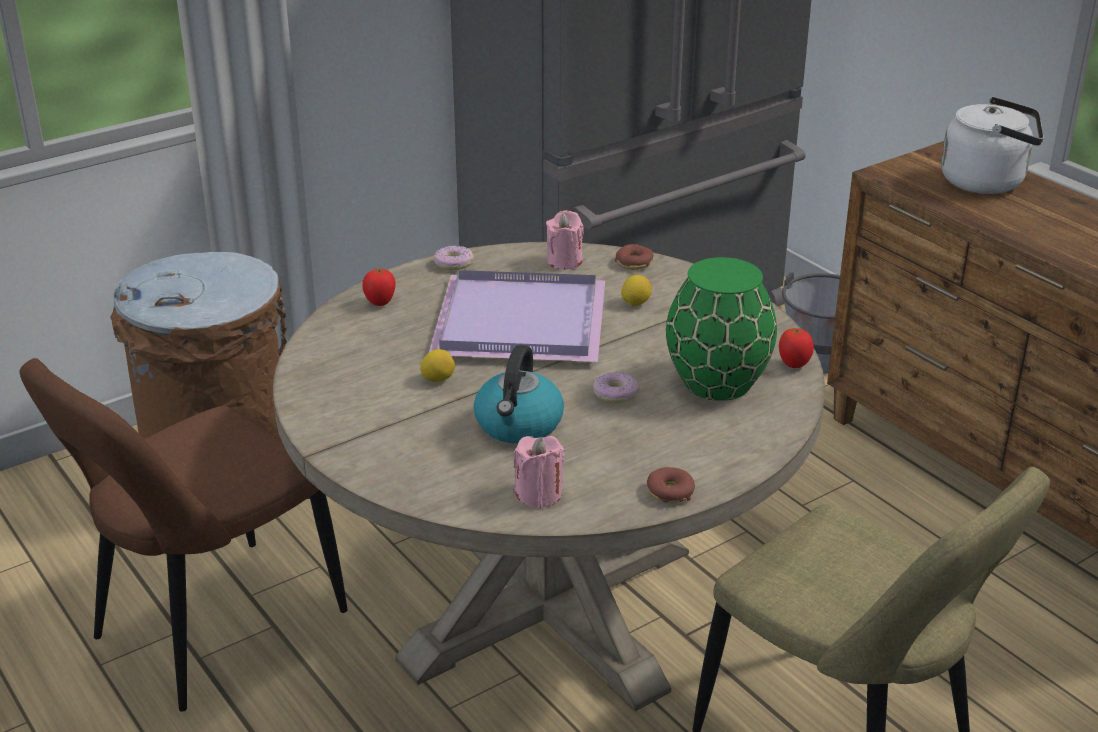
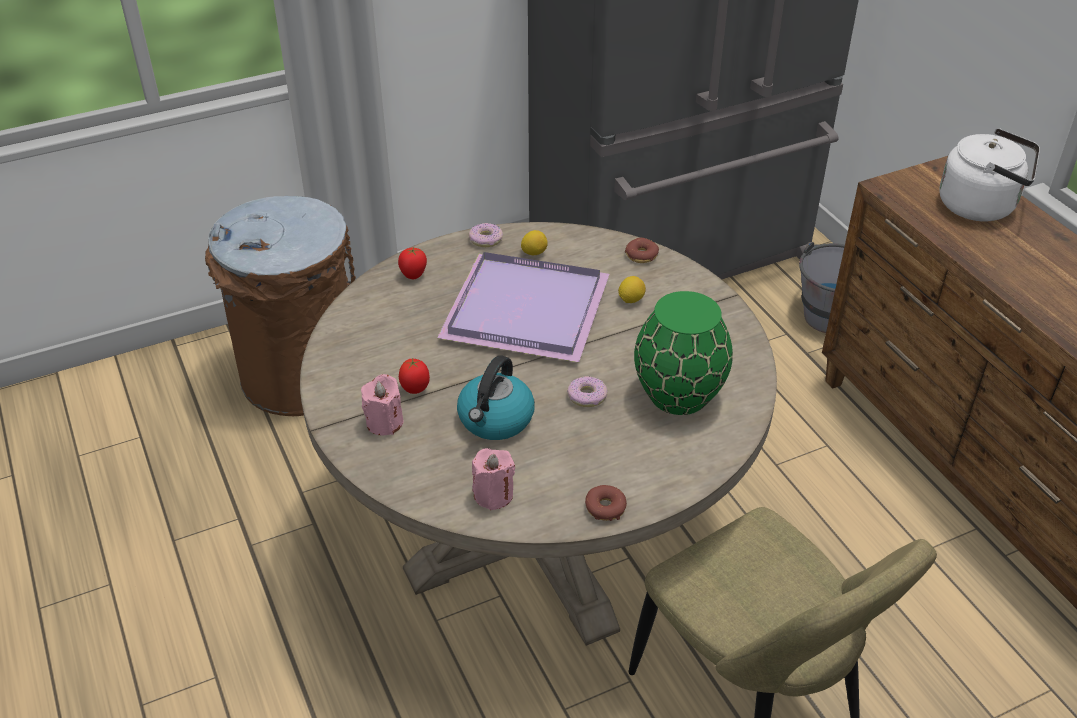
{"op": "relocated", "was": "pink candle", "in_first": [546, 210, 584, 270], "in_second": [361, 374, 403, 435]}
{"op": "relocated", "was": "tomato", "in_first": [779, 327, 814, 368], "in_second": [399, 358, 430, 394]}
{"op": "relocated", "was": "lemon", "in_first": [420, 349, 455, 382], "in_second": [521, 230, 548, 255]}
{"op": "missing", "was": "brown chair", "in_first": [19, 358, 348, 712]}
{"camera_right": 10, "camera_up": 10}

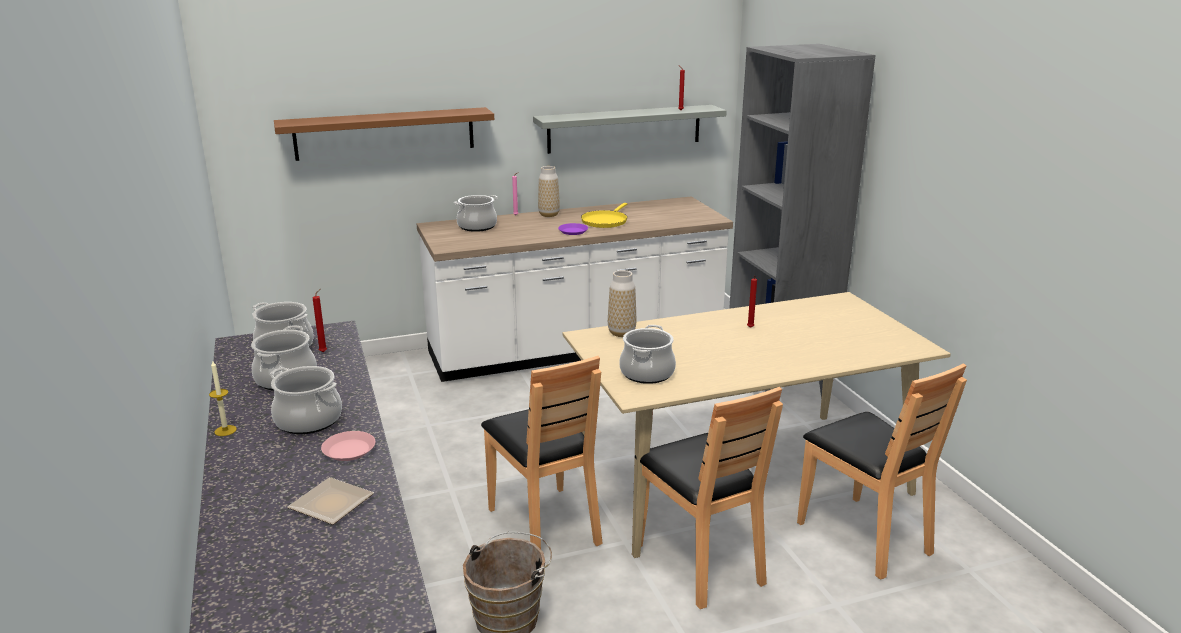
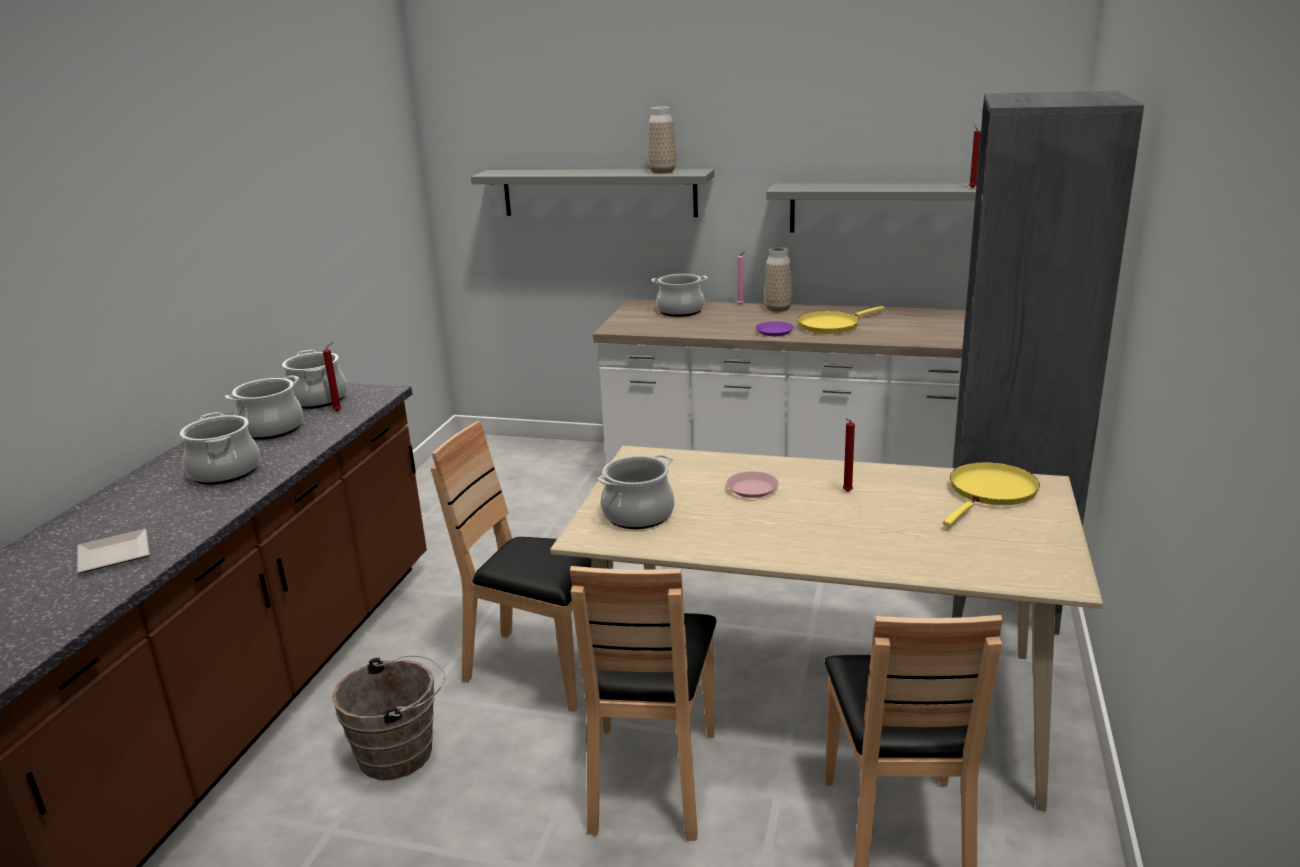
{"op": "colour", "was": "brown shelf", "now": "grey shelf", "in_first": [274, 107, 494, 161], "in_second": [471, 169, 714, 217]}
{"op": "relocated", "was": "vase", "in_first": [608, 270, 636, 337], "in_second": [648, 107, 676, 174]}
{"op": "spun", "was": "brown chair", "in_first": [481, 356, 603, 549], "in_second": [431, 421, 591, 712], "clockwise": 105}
{"op": "missing", "was": "candle", "in_first": [209, 361, 237, 436]}
{"op": "relocated", "was": "pink plate", "in_first": [321, 431, 375, 461], "in_second": [726, 471, 779, 498]}
{"op": "appeared", "now": "yellow frying pan", "in_second": [943, 462, 1040, 526]}
{"camera_right": 35, "camera_up": 0}

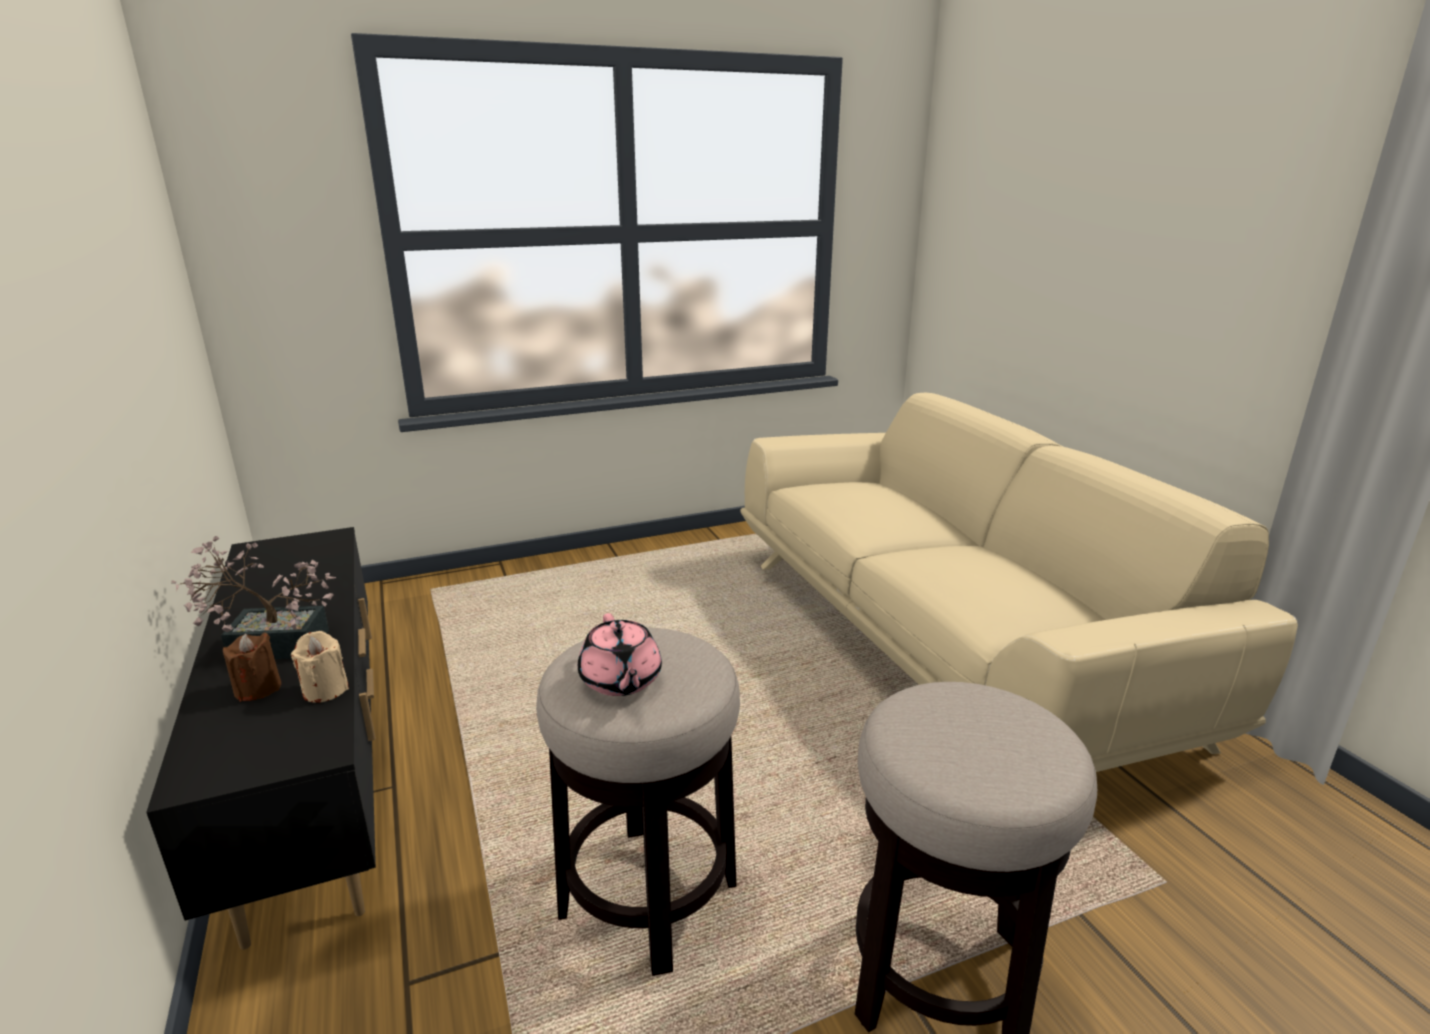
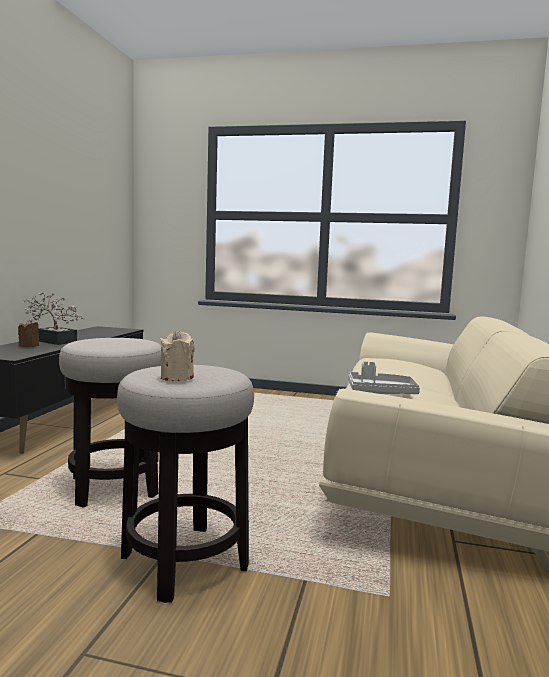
{"op": "missing", "was": "pink teapot", "in_first": [578, 613, 662, 696]}
{"op": "relocated", "was": "beige candle", "in_first": [291, 631, 349, 703], "in_second": [160, 330, 195, 381]}
{"op": "appeared", "now": "grey tray", "in_second": [348, 361, 420, 394]}
{"camera_right": 35, "camera_up": -15}

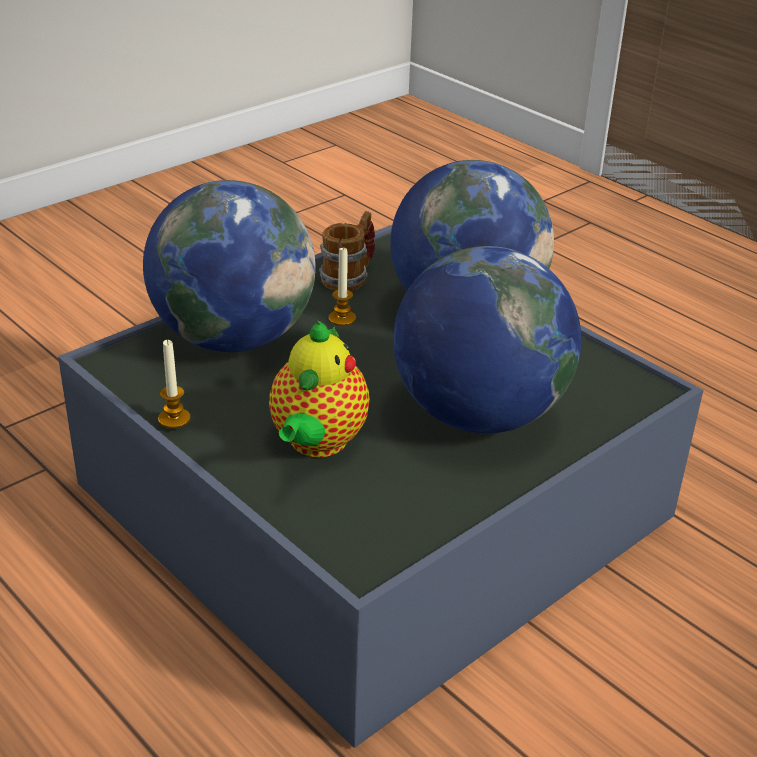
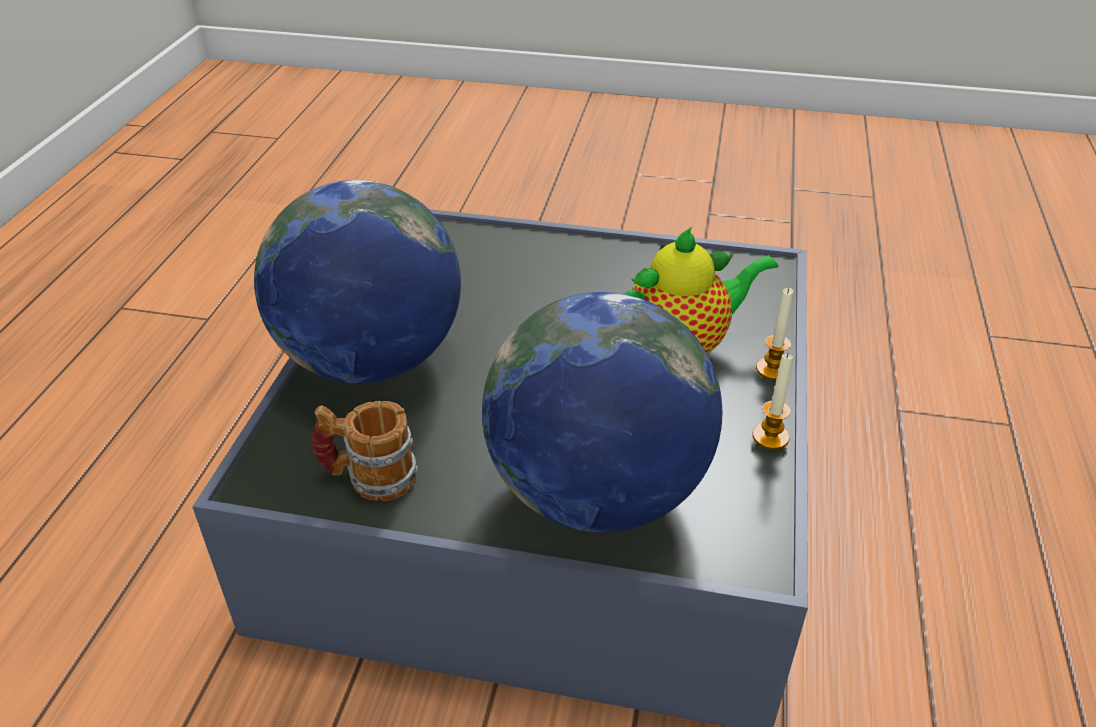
{"op": "relocated", "was": "candle", "in_first": [329, 246, 356, 326], "in_second": [756, 288, 793, 380]}
{"op": "missing", "was": "globe", "in_first": [393, 246, 581, 433]}
{"camera_right": -125, "camera_up": 5}

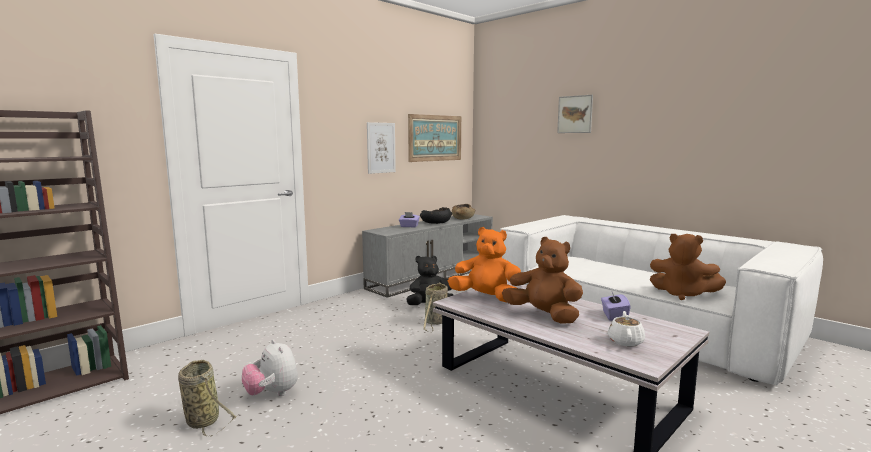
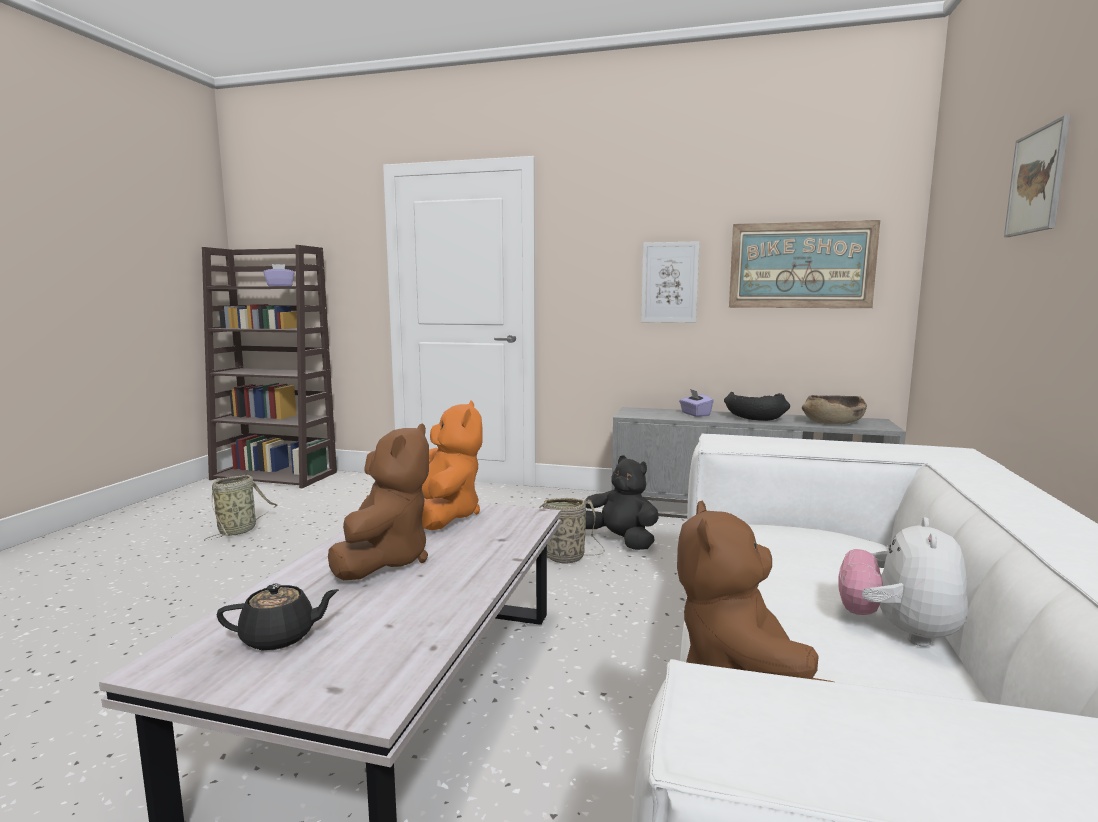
{"op": "relocated", "was": "purple tissue box", "in_first": [601, 292, 631, 321], "in_second": [263, 264, 294, 286]}
{"op": "colour", "was": "white teapot", "now": "black teapot", "in_first": [608, 311, 645, 347], "in_second": [217, 584, 339, 651]}
{"op": "relocated", "was": "plush toy", "in_first": [242, 339, 298, 396], "in_second": [838, 517, 968, 647]}
{"camera_right": 60, "camera_up": 0}

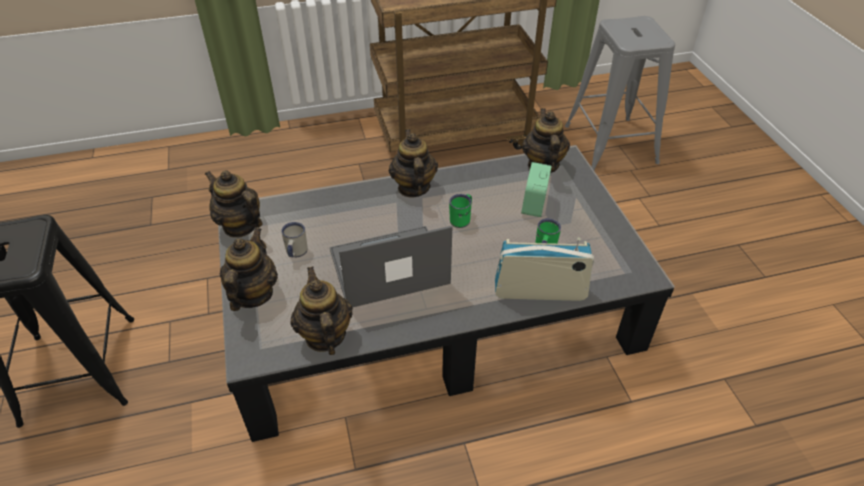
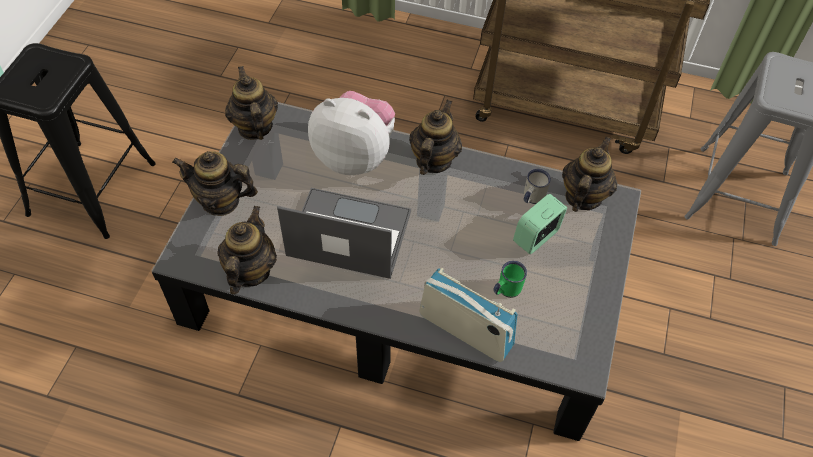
{"op": "missing", "was": "green mug", "in_first": [449, 194, 472, 228]}
{"op": "relocated", "was": "white mug", "in_first": [281, 222, 307, 257], "in_second": [523, 169, 551, 204]}
{"op": "spun", "was": "teapot", "in_first": [220, 228, 278, 311], "in_second": [172, 151, 258, 216], "clockwise": -120}
{"op": "appeared", "now": "plush toy", "in_second": [308, 91, 395, 175]}
{"camera_right": 30, "camera_up": 10}

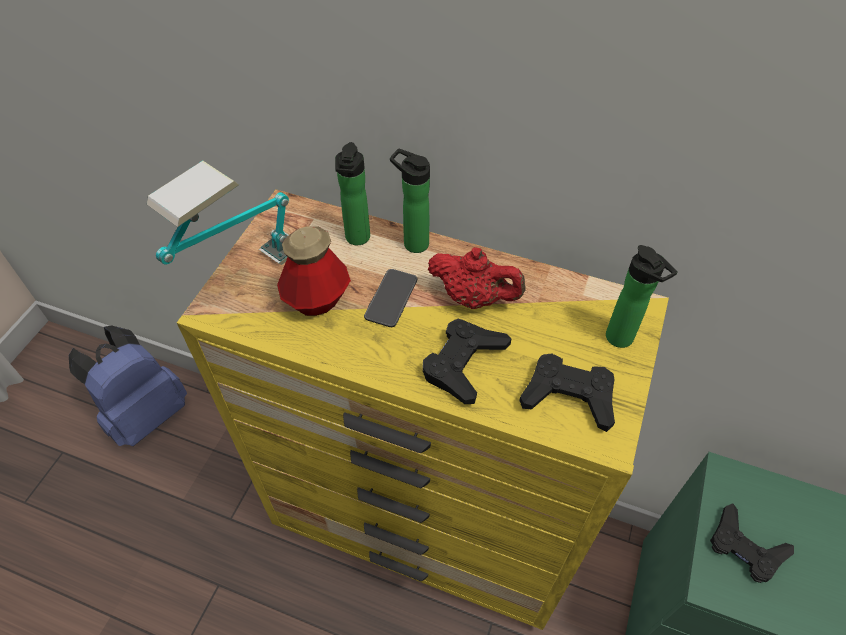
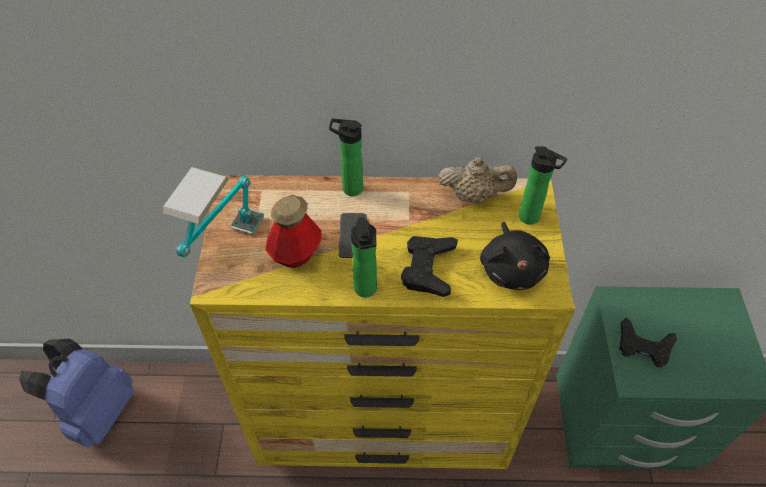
{"op": "relocated", "was": "bottle", "in_first": [335, 142, 370, 245], "in_second": [351, 217, 377, 298]}
{"op": "missing", "was": "red teapot", "in_first": [428, 247, 526, 309]}
{"op": "exchanged", "was": "black game controller", "now": "black plush toy", "in_first": [519, 353, 615, 432], "in_second": [480, 222, 550, 290]}
{"op": "appeared", "now": "beige teapot", "in_second": [438, 157, 517, 204]}
{"camera_right": -20, "camera_up": 0}

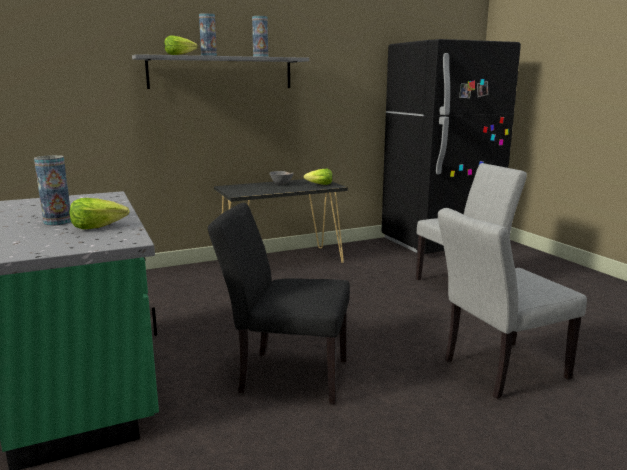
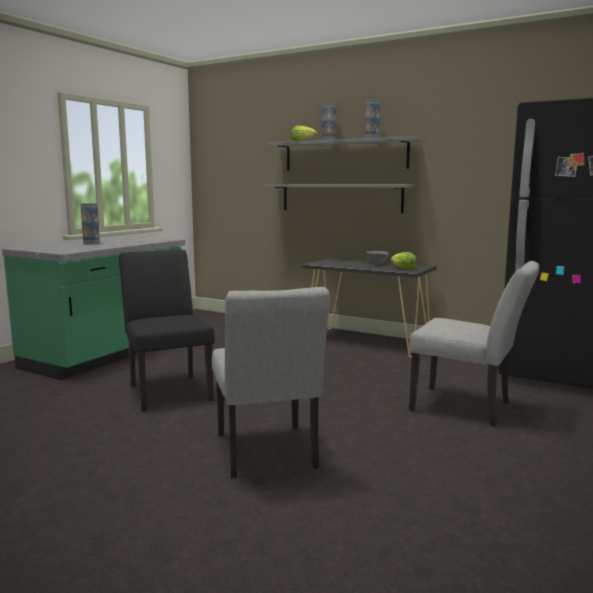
{"op": "missing", "was": "lettuce", "in_first": [70, 198, 129, 229]}
{"op": "spun", "was": "grey chair", "in_first": [438, 208, 587, 399], "in_second": [212, 287, 330, 478], "clockwise": -135}
{"op": "appeared", "now": "grey shelf", "in_second": [264, 184, 415, 213]}
{"camera_right": 55, "camera_up": -5}

